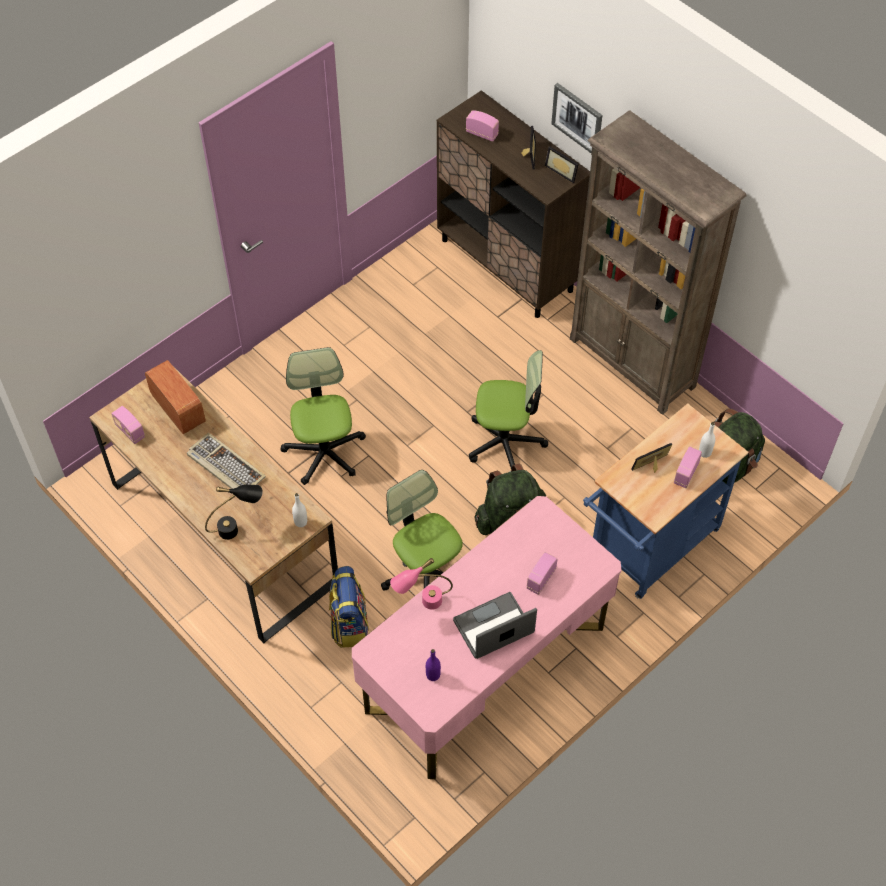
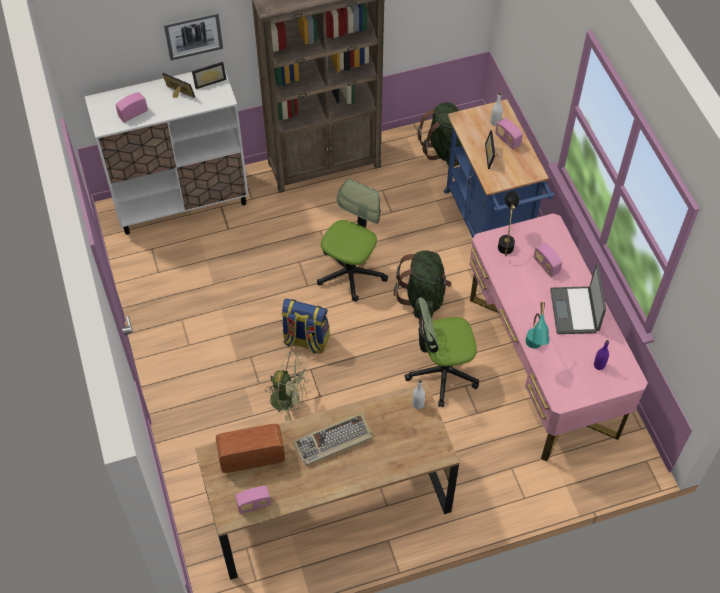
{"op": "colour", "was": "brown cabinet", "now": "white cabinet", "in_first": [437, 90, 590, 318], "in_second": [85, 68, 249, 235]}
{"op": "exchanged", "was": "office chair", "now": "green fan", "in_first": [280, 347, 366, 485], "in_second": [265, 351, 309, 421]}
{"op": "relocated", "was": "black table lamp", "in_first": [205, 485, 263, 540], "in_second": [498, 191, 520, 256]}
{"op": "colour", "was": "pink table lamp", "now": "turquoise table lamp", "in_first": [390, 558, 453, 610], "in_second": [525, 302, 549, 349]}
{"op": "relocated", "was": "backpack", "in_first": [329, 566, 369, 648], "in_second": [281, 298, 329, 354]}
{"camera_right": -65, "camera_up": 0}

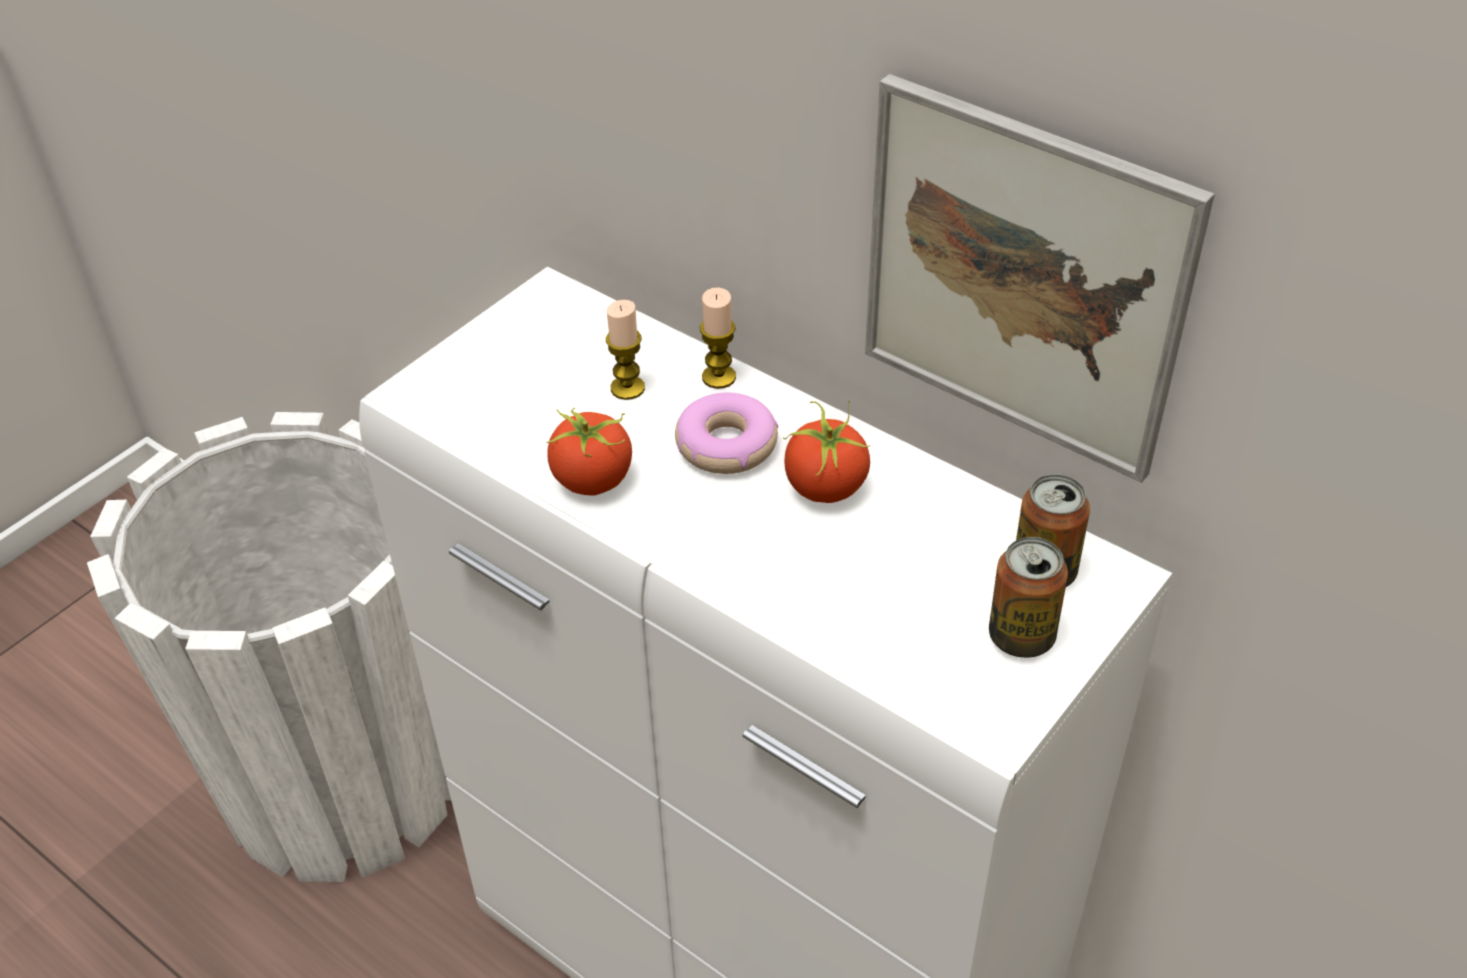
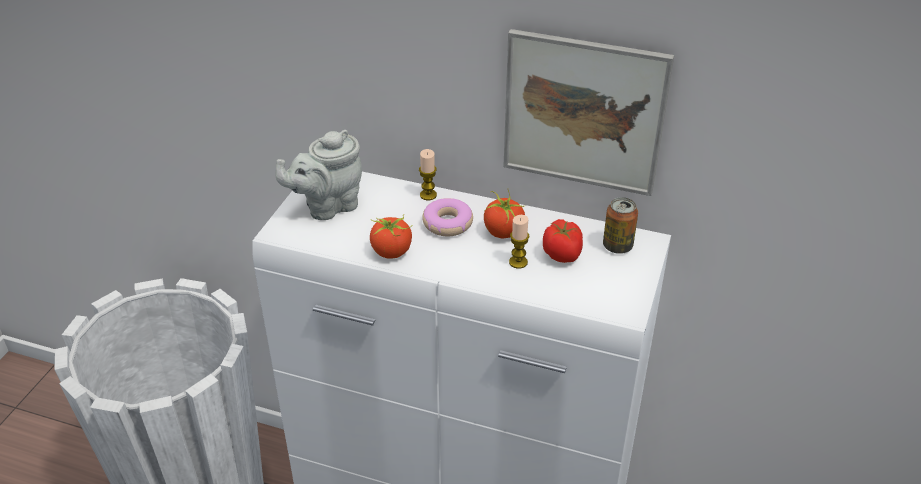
{"op": "relocated", "was": "candle", "in_first": [606, 300, 645, 400], "in_second": [509, 215, 529, 269]}
{"op": "missing", "was": "can", "in_first": [989, 537, 1068, 658]}
{"op": "appeared", "now": "grey teapot", "in_second": [275, 130, 362, 220]}
{"op": "appeared", "now": "tomato", "in_second": [543, 219, 583, 263]}
{"camera_right": -20, "camera_up": -5}

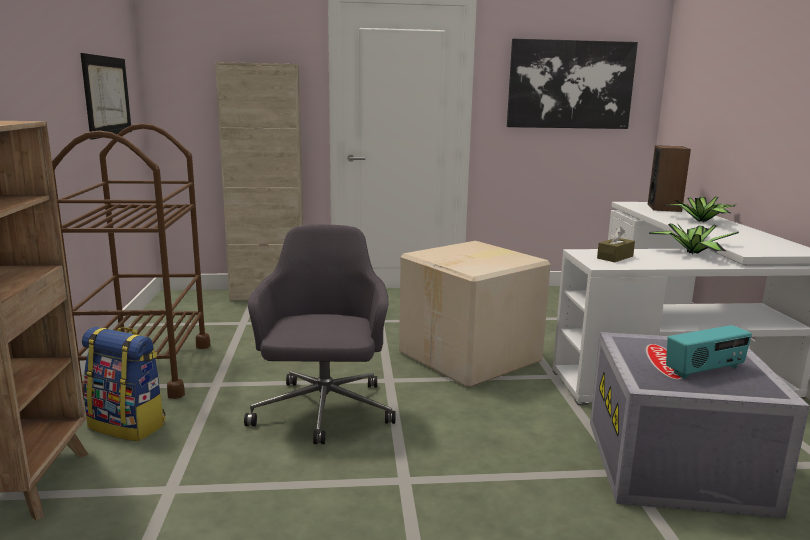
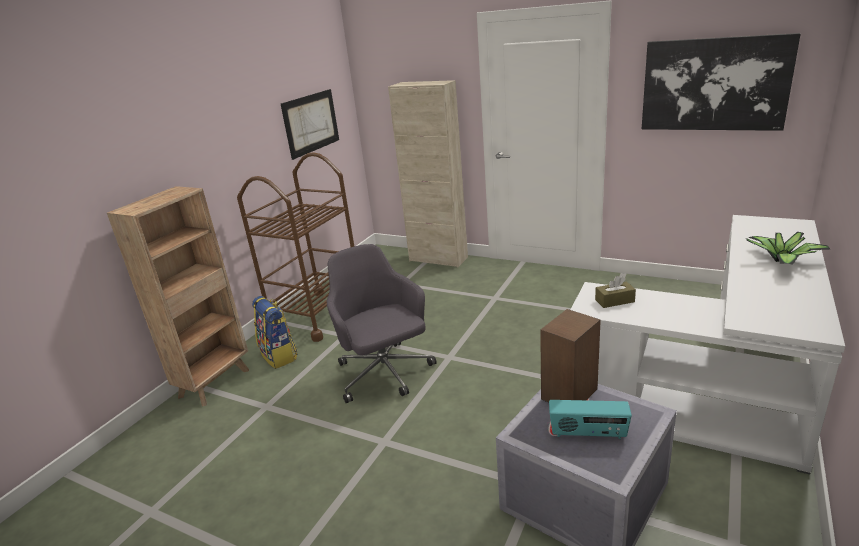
{"op": "relocated", "was": "speaker", "in_first": [648, 145, 691, 212], "in_second": [540, 309, 601, 403]}
{"op": "spun", "was": "grey office chair", "in_first": [244, 224, 395, 444], "in_second": [327, 244, 437, 403], "clockwise": -60}
{"op": "missing", "was": "potted plant", "in_first": [649, 224, 739, 254]}
{"op": "missing", "was": "cardboard box", "in_first": [399, 241, 551, 388]}
{"camera_right": 35, "camera_up": 10}

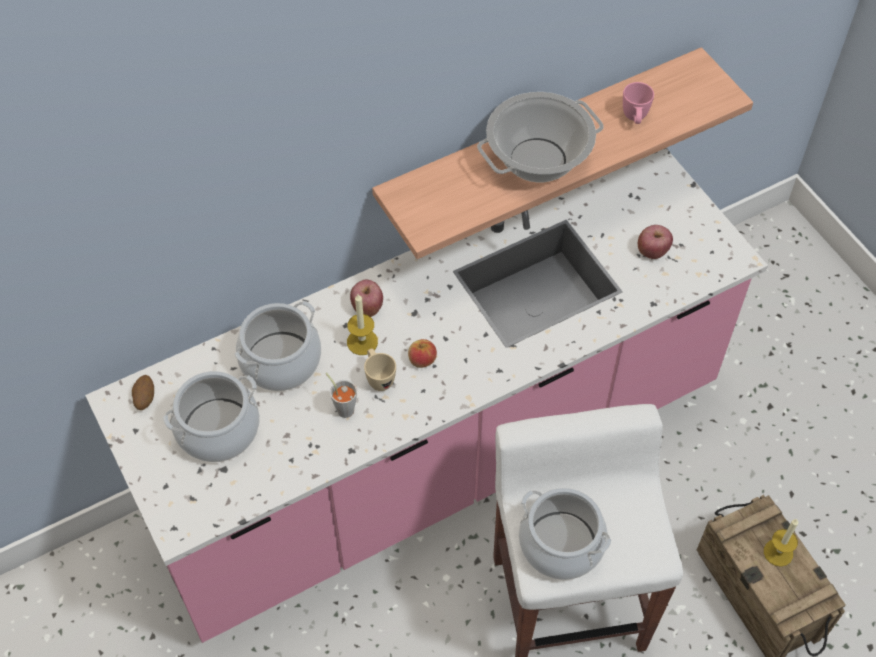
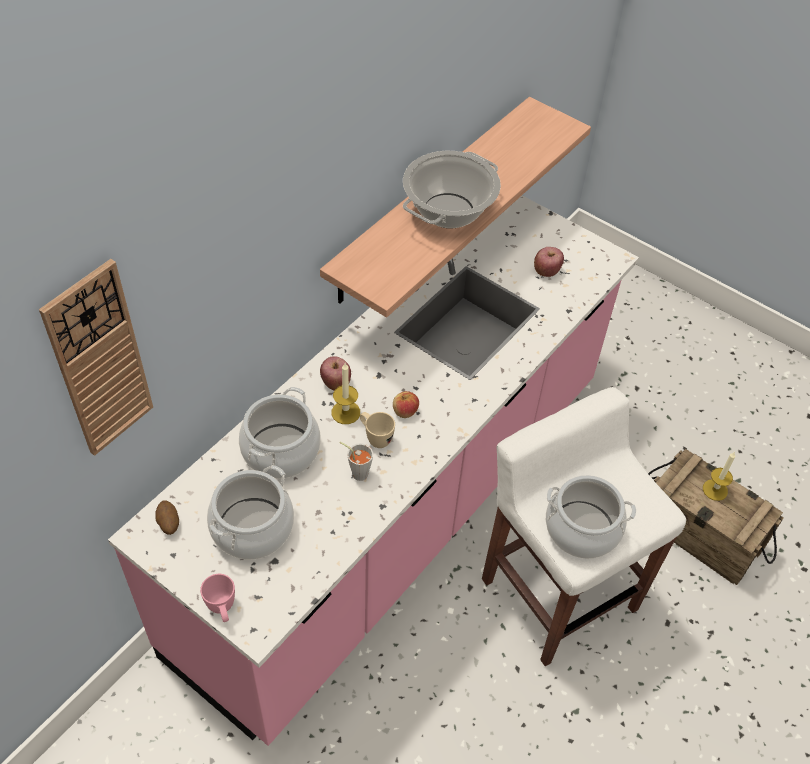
{"op": "relocated", "was": "pink mug", "in_first": [623, 82, 654, 124], "in_second": [200, 574, 235, 622]}
{"op": "appeared", "now": "wall clock", "in_second": [39, 259, 153, 456]}
{"camera_right": -25, "camera_up": -5}

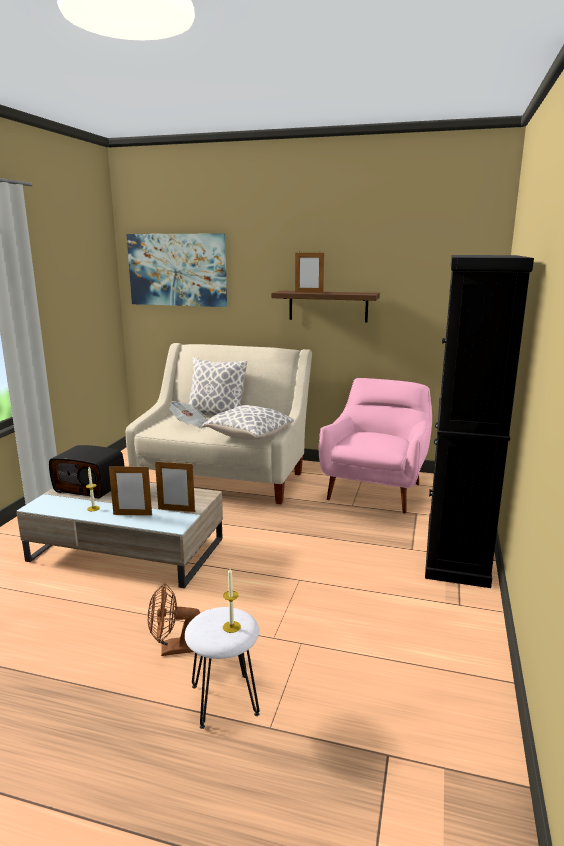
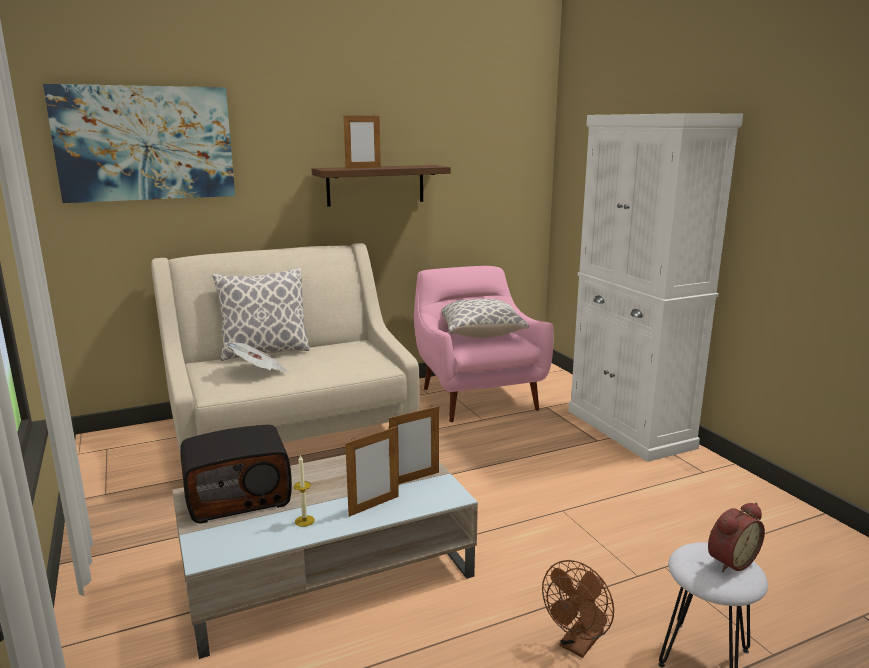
{"op": "colour", "was": "black cabinet", "now": "white cabinet", "in_first": [425, 255, 534, 588], "in_second": [568, 113, 743, 462]}
{"op": "relocated", "was": "pillow", "in_first": [202, 405, 294, 440], "in_second": [441, 299, 529, 338]}
{"op": "exchanged", "was": "candle", "now": "alarm clock", "in_first": [223, 569, 241, 633], "in_second": [708, 503, 765, 572]}
{"camera_right": -40, "camera_up": 0}

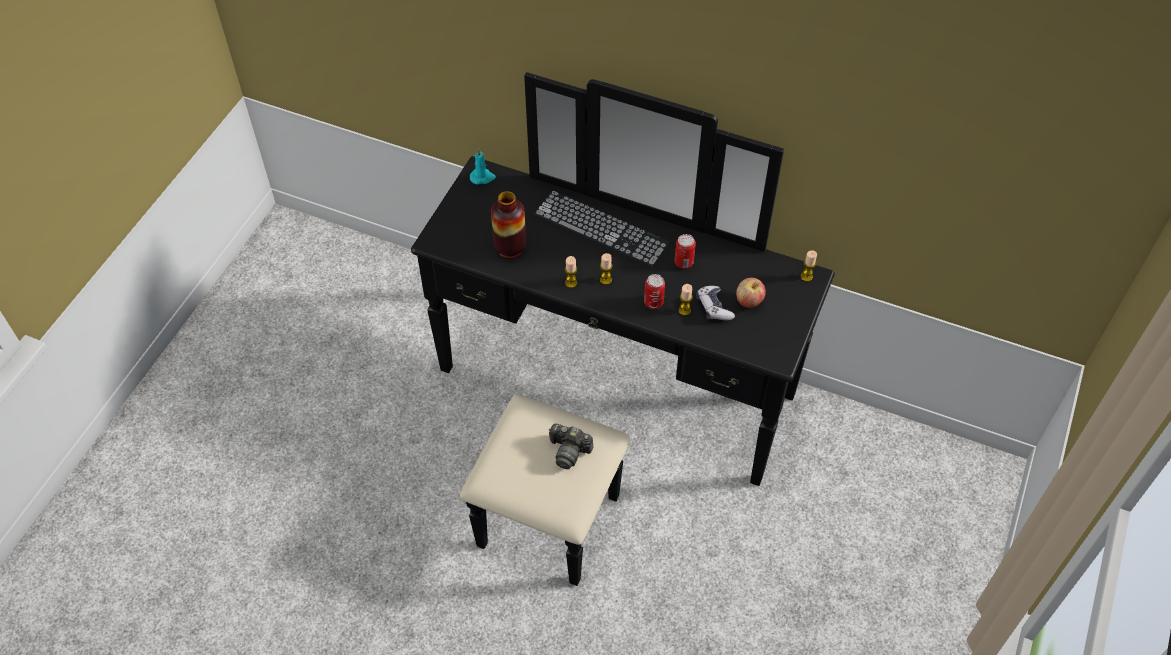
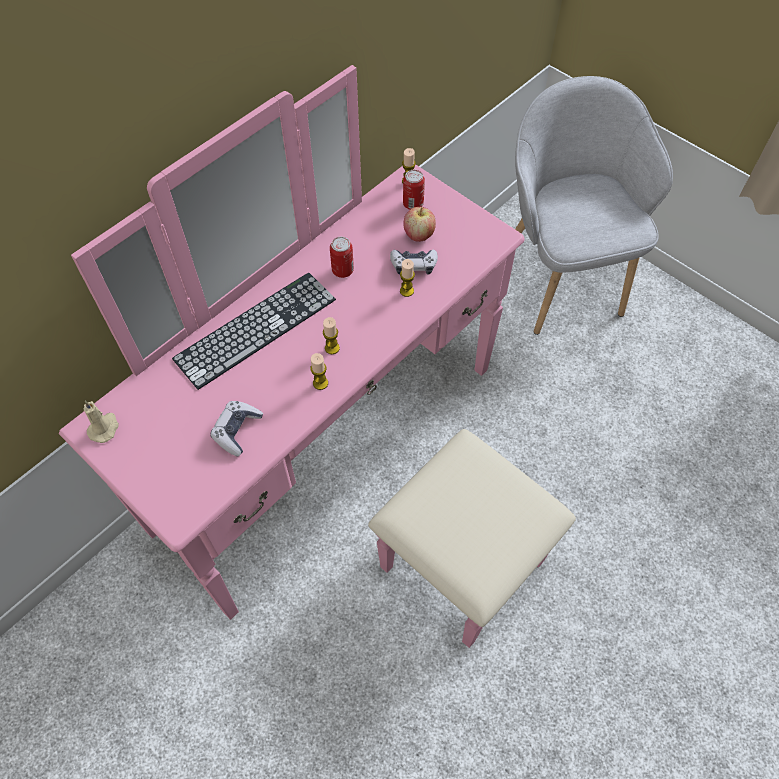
{"op": "colour", "was": "black dresser", "now": "pink dresser", "in_first": [411, 72, 835, 586], "in_second": [59, 65, 576, 648]}
{"op": "colour", "was": "turquoise candle", "now": "beige candle", "in_first": [470, 149, 496, 185], "in_second": [84, 401, 119, 443]}
{"op": "exchanged", "was": "vase", "now": "game controller", "in_first": [491, 191, 526, 259], "in_second": [210, 401, 263, 456]}
{"op": "relocated", "was": "can", "in_first": [644, 274, 665, 309], "in_second": [403, 170, 425, 210]}
{"op": "missing", "was": "photo camera", "in_first": [548, 424, 593, 469]}
{"op": "appeared", "now": "grey armchair", "in_second": [515, 76, 673, 335]}
{"camera_right": -70, "camera_up": 5}

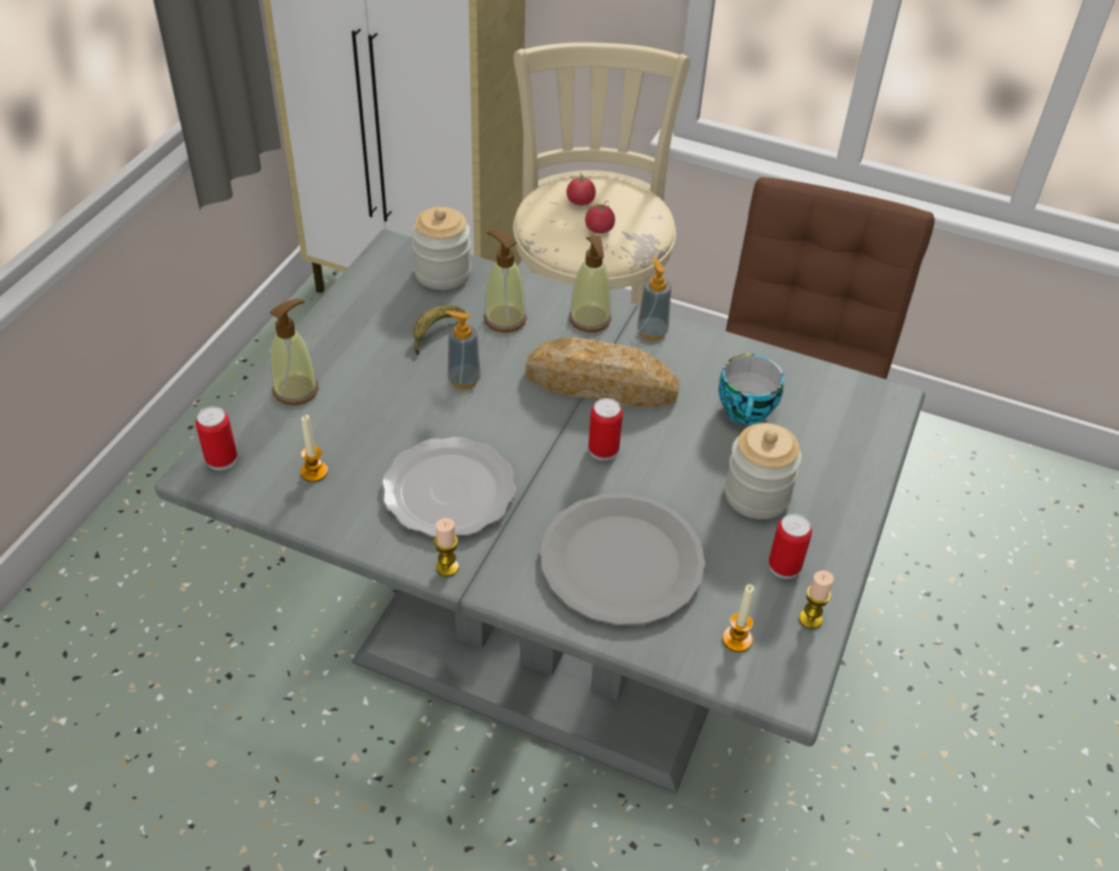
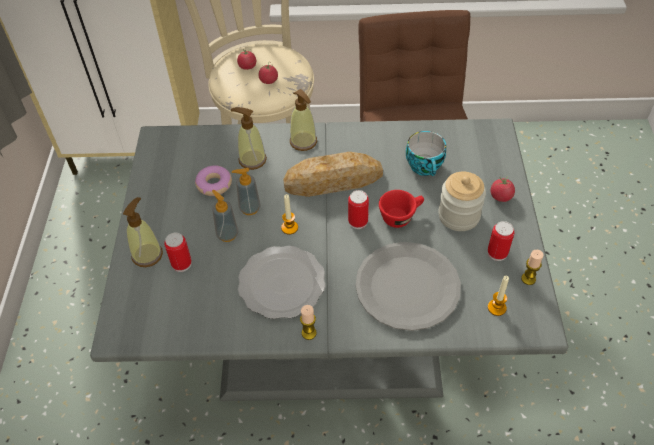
{"op": "missing", "was": "jar", "in_first": [411, 207, 471, 290]}
{"op": "relocated", "was": "soap dispenser", "in_first": [637, 257, 671, 340], "in_second": [212, 190, 238, 242]}
{"op": "exchanged", "was": "banana", "now": "donut", "in_first": [413, 305, 465, 355], "in_second": [195, 165, 232, 196]}
{"op": "relocated", "was": "can", "in_first": [196, 406, 237, 470], "in_second": [164, 233, 192, 272]}
{"op": "relocated", "was": "candle", "in_first": [300, 415, 328, 482], "in_second": [281, 194, 298, 235]}
{"op": "appeared", "now": "tomato", "in_second": [490, 176, 515, 202]}
{"op": "appeared", "now": "red cup", "in_second": [379, 190, 424, 228]}
{"camera_right": -20, "camera_up": 5}

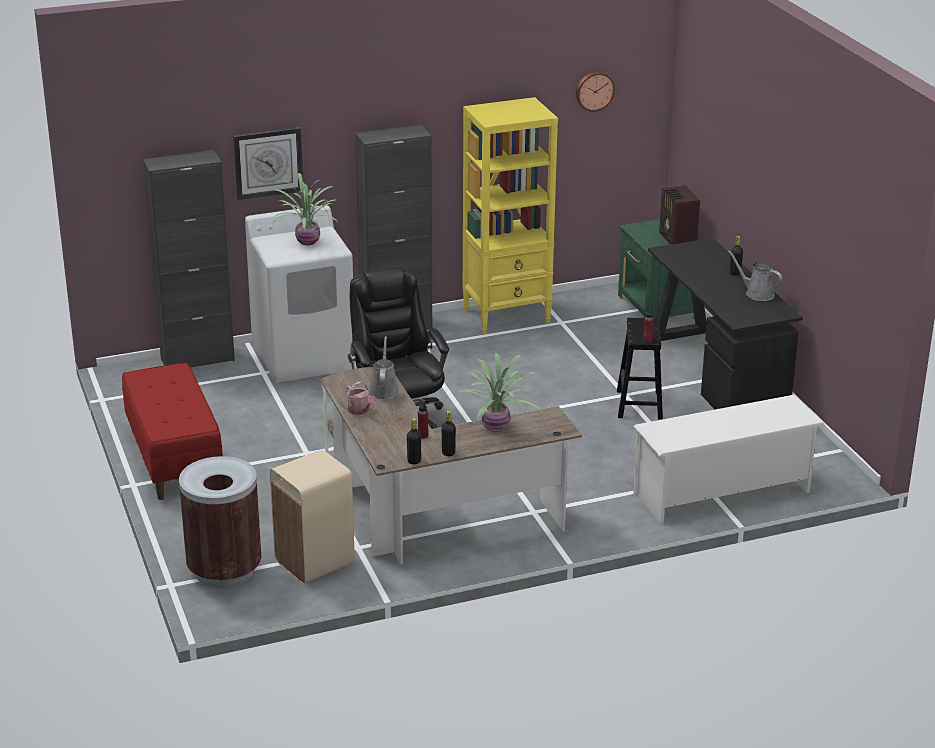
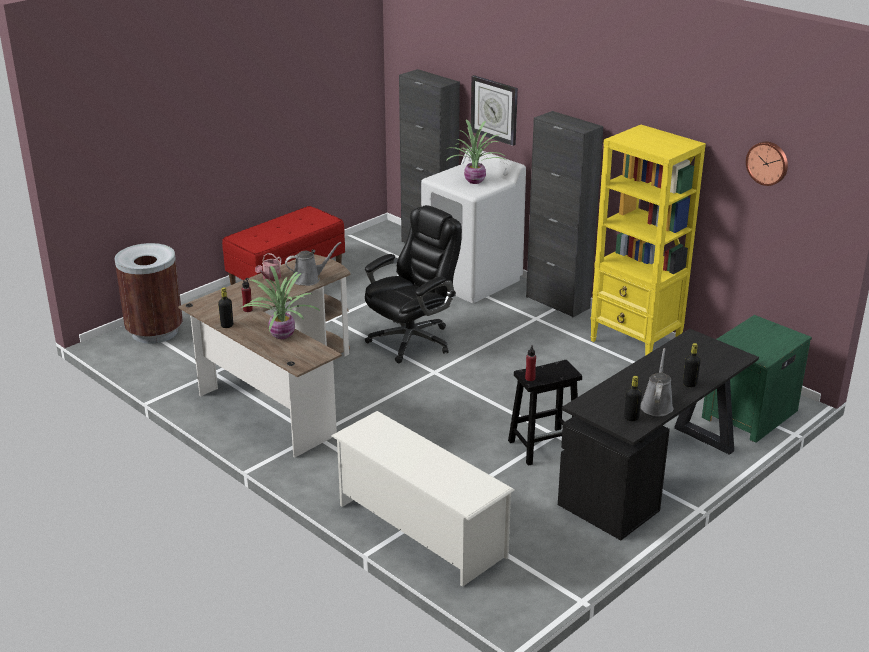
{"op": "missing", "was": "radio", "in_first": [659, 185, 700, 245]}
{"op": "relocated", "was": "black bottle", "in_first": [407, 418, 421, 464], "in_second": [624, 376, 642, 421]}
{"op": "missing", "was": "beige trash can", "in_first": [270, 450, 355, 584]}
{"camera_right": 65, "camera_up": 0}

